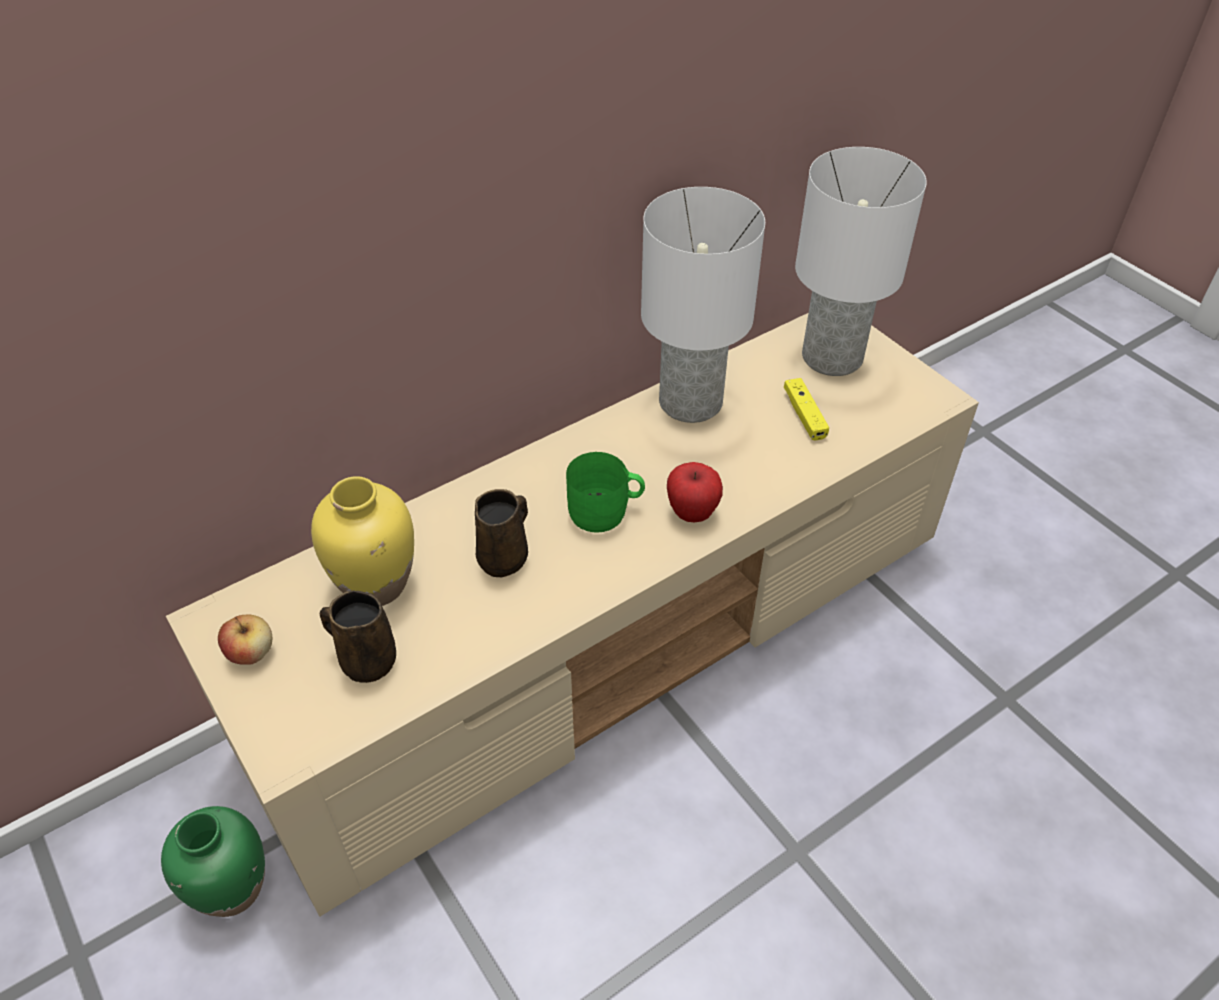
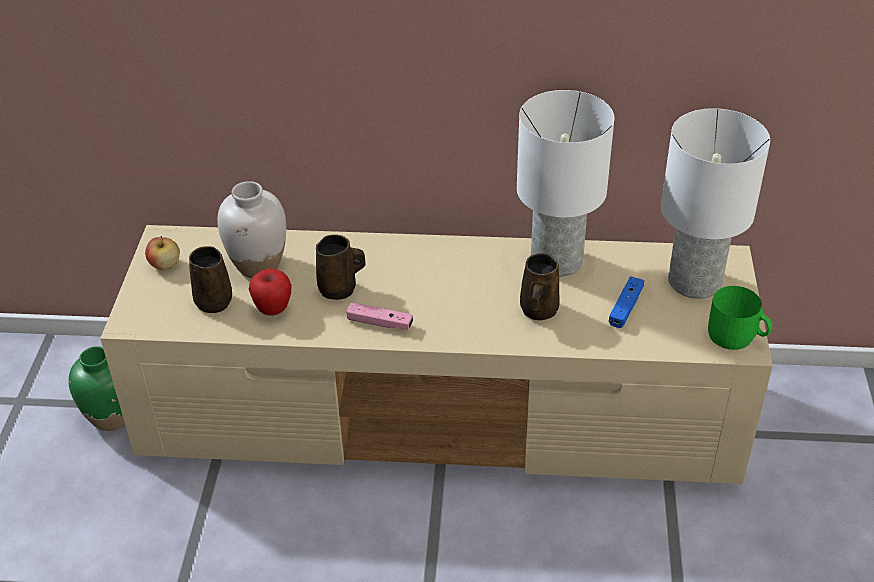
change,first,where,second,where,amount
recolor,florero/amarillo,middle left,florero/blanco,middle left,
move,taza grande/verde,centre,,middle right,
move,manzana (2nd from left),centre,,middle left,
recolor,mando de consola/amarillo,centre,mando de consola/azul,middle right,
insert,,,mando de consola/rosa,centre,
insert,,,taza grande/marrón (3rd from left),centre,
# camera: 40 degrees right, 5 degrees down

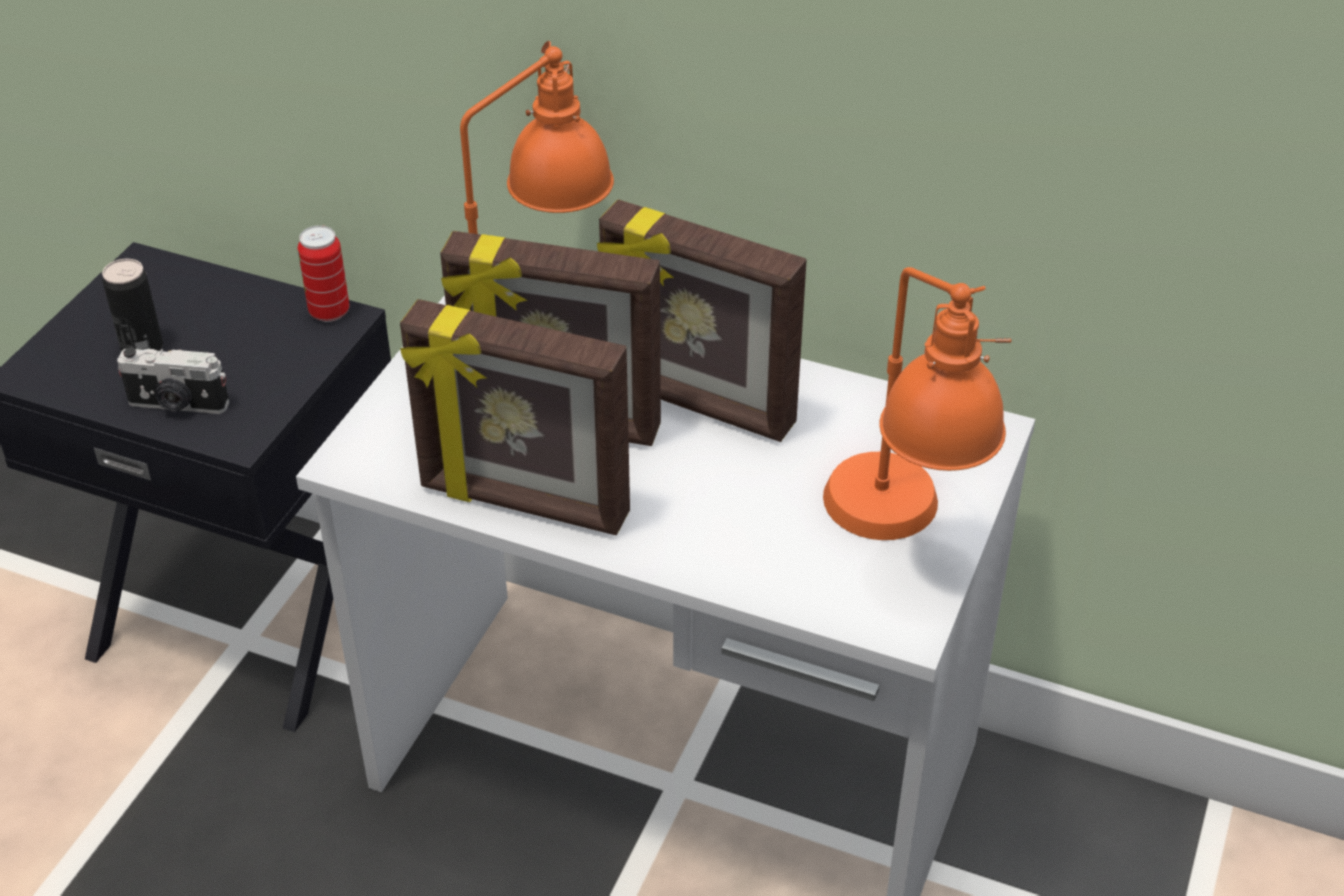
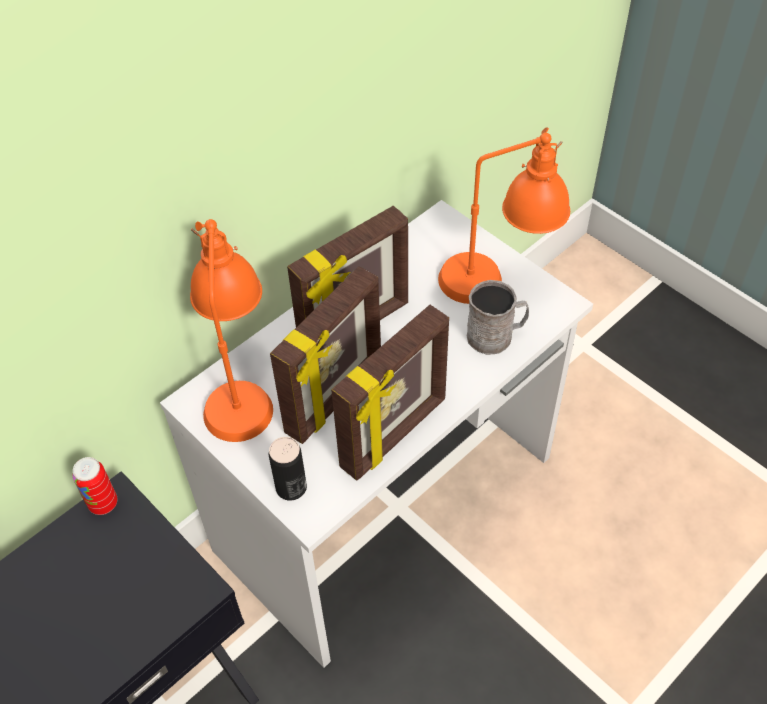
change,first,where,second,where,amount
move,lata (1st from left in the first image),middle left,lata (2nd from left),centre,
delete,cámara,middle left,,,
insert,,,taza grande/gris,centre,
# camera: 65 degrees left, 10 degrees up

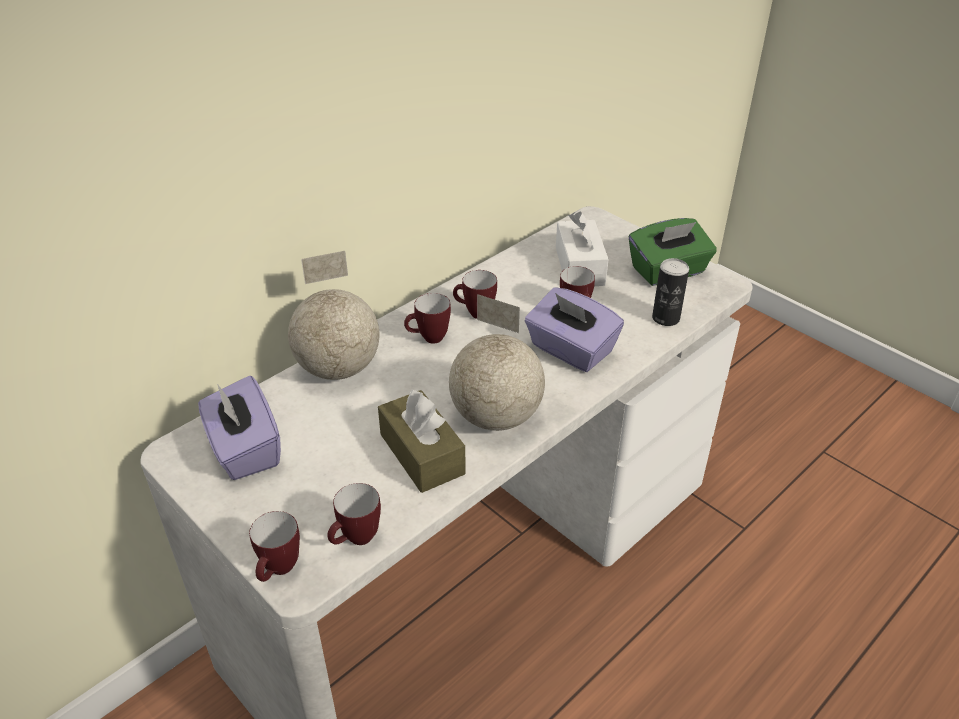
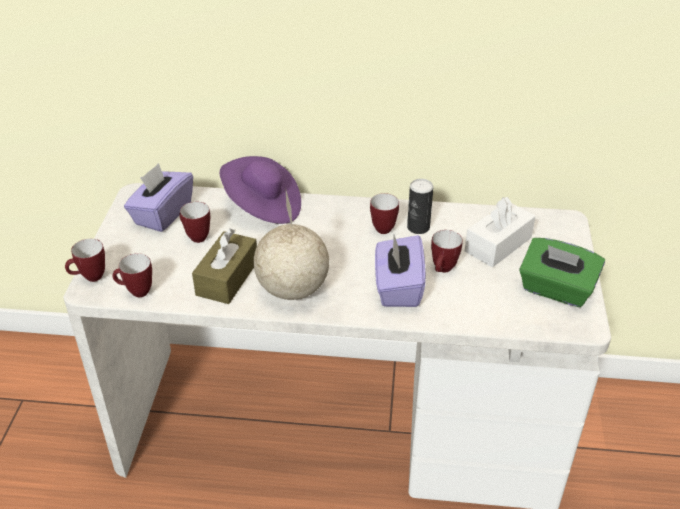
change,first,where,second,where,amount
replace,globo terráqueo (1st from left),centre,sombrero/morado,centre,
move,taza grande (3rd from left),centre,,middle left,
move,lata,middle right,,centre,
# camera: 50 degrees right, 0 degrees up

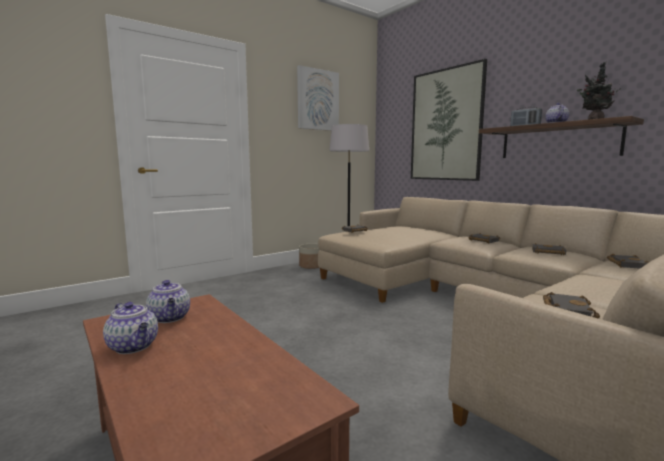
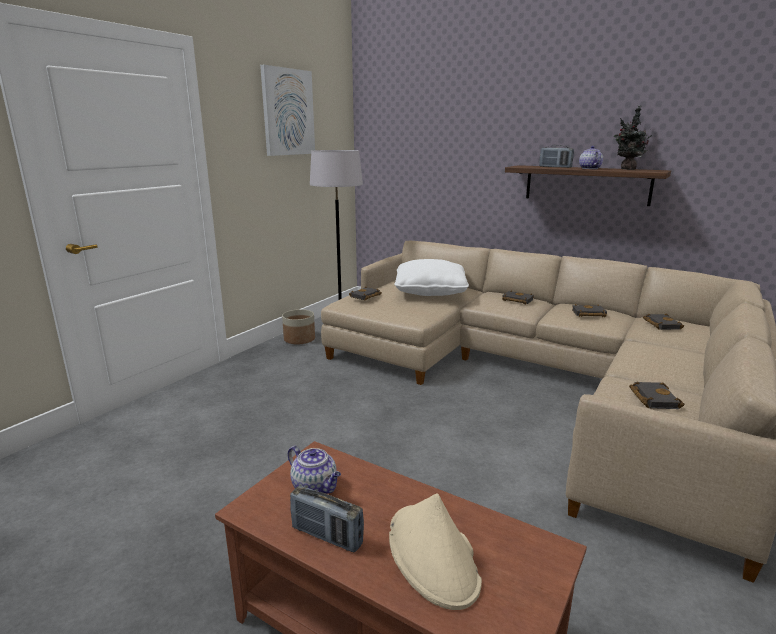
change,first,where,second,where,amount
replace,tetera (1st from left),bottom left,radio (1st from left),bottom centre,
delete,cuadro (2nd from left),top right,,,
insert,,,sombrero/beis,bottom centre,
insert,,,cojín/blanco,centre,
# camera: 20 degrees left, 10 degrees up

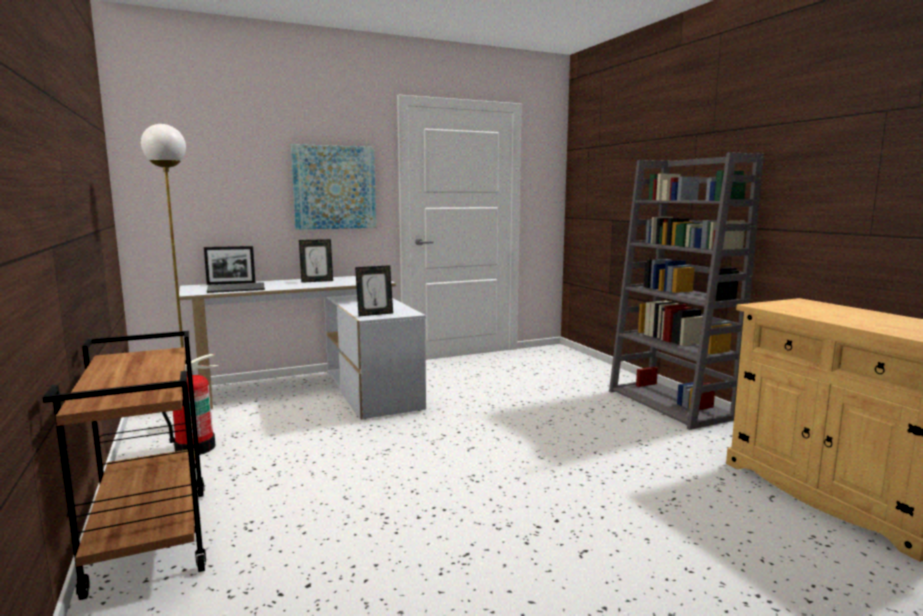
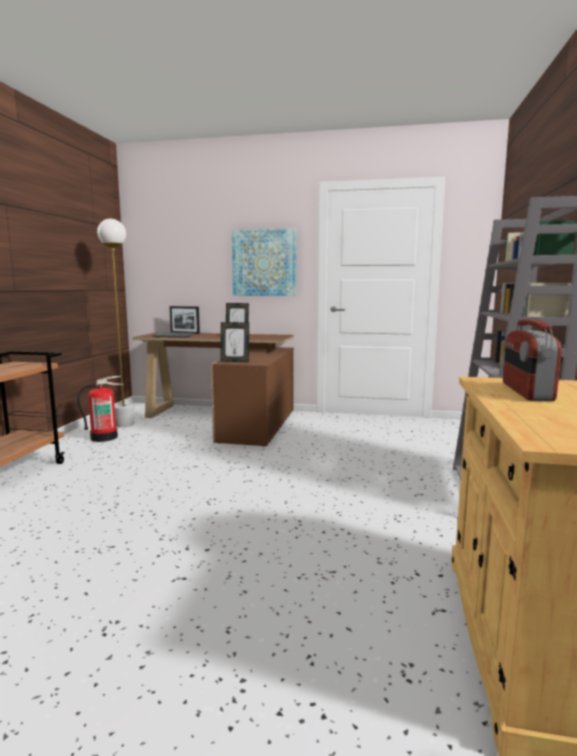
change,first,where,second,where,amount
recolor,escritorio/blanco,middle left,escritorio/marrón,centre,
insert,,,radio,middle right,
# camera: 35 degrees right, 0 degrees up

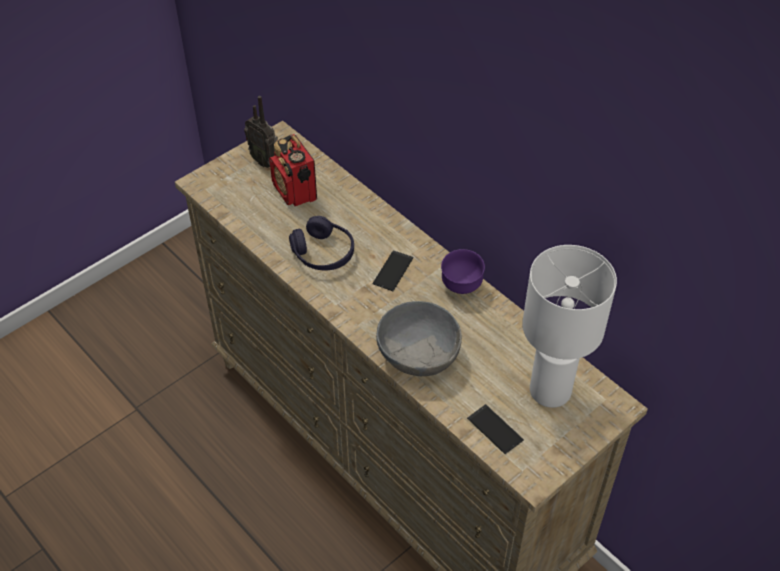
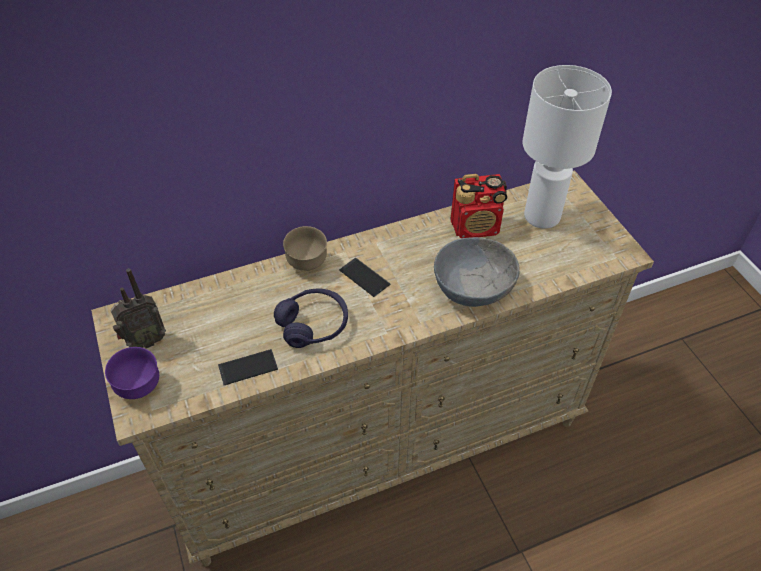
change,first,where,second,where,amount
move,radio (2nd from left),top centre,,centre,
move,cuenco/morado,centre,,middle left,
move,móvil (2nd from left in the first image),bottom centre,móvil (1st from left),middle left,
insert,,,cuenco/marrón,centre,
# camera: 70 degrees left, 0 degrees up

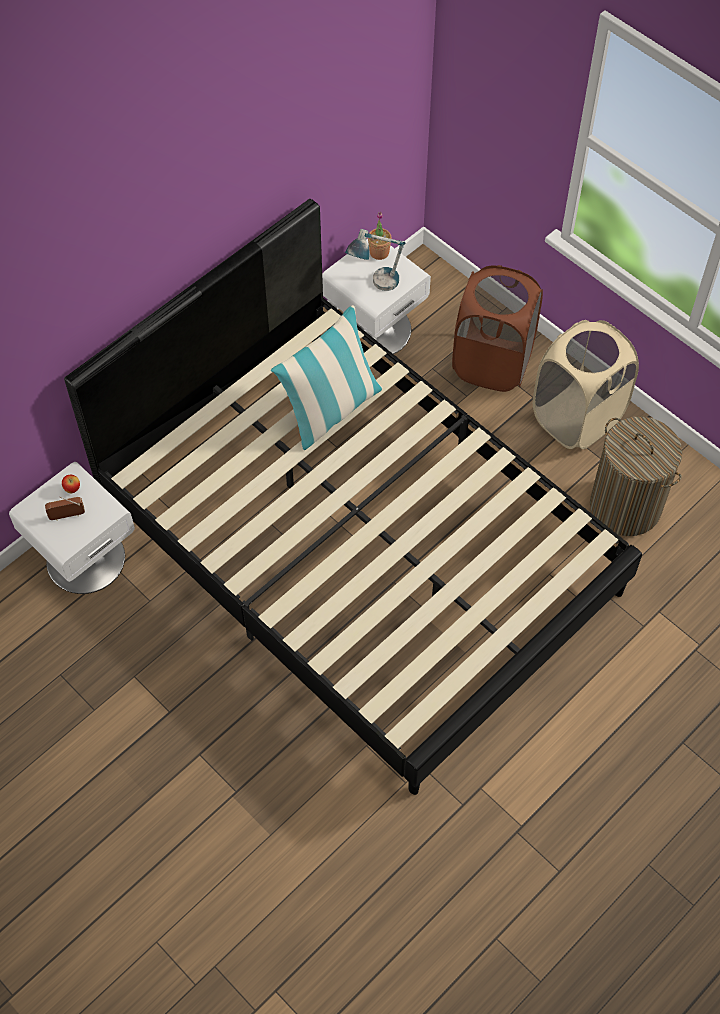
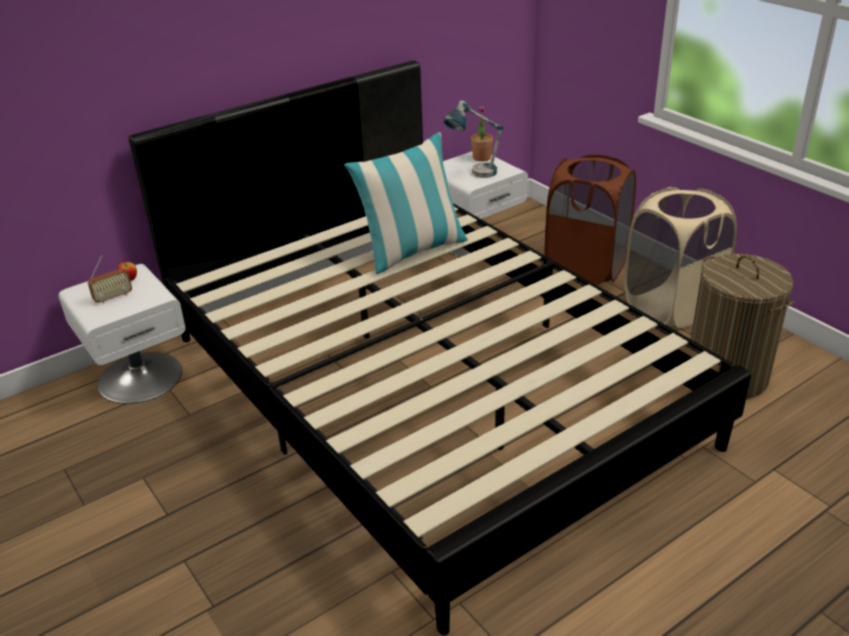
change,first,where,second,where,amount
rotate,radio,middle left,,middle left,150 degrees clockwise
# camera: 10 degrees right, 25 degrees down

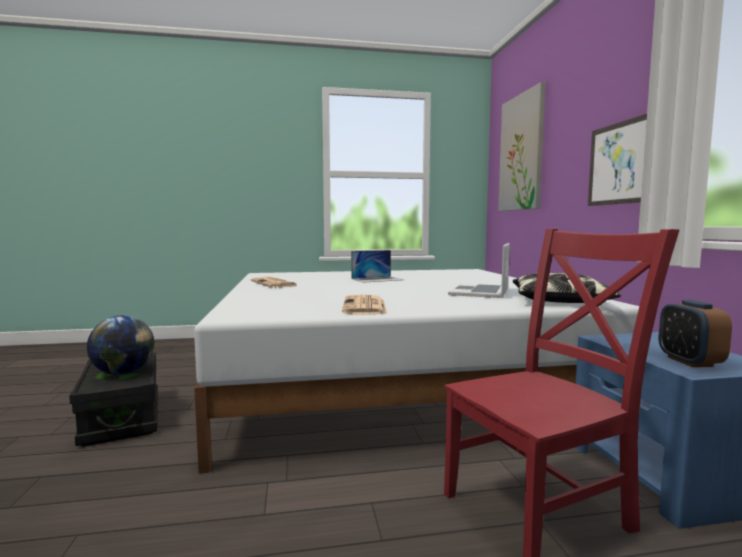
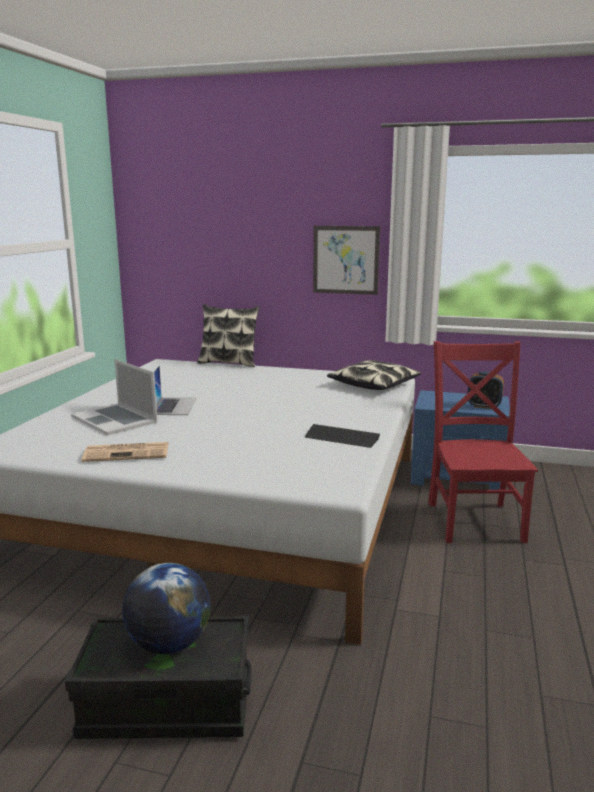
change,first,where,second,where,amount
replace,periódico (2nd from left),centre,teclado,centre,
move,portátil (2nd from left in the first image),centre,portátil (1st from left),middle left,
delete,cuadro (1st from left),top right,,,
insert,,,cojín (1st from left),centre,
# camera: 65 degrees left, 10 degrees up

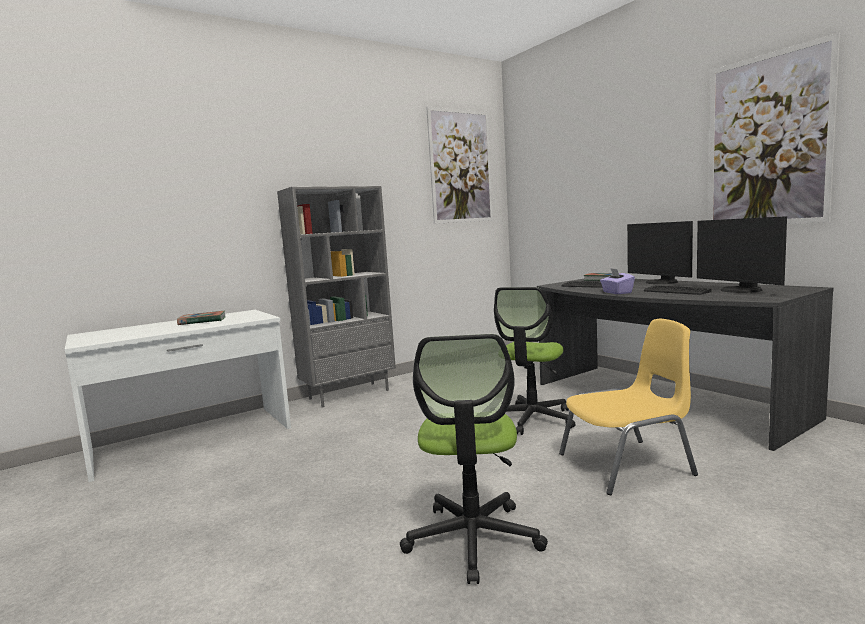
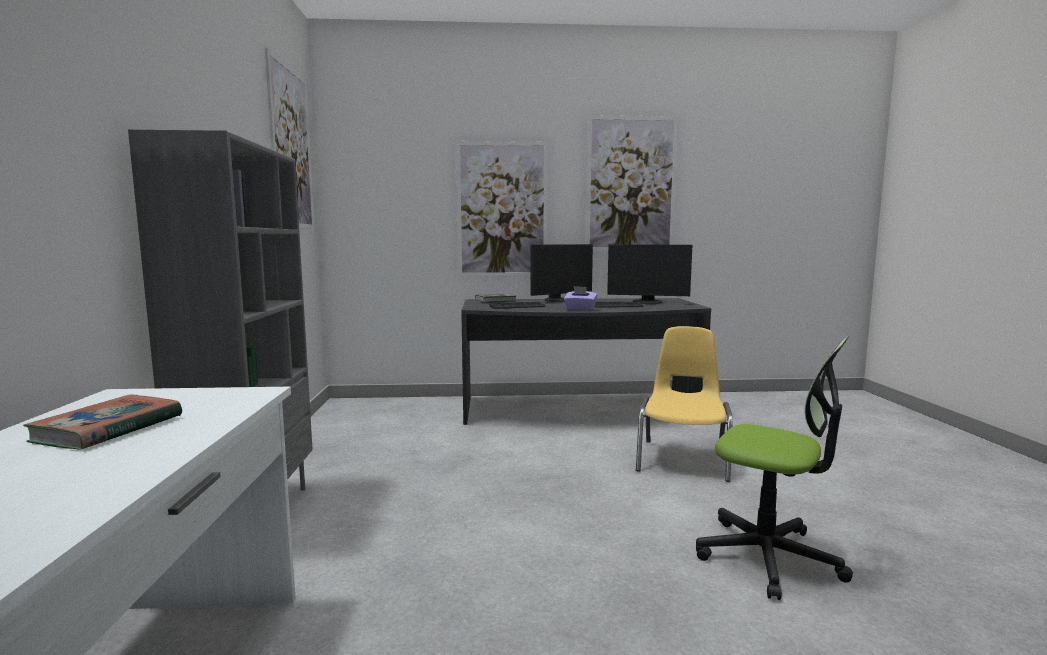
change,first,where,second,where,amount
delete,silla de oficina (2nd from left),centre,,,
rotate,monitor (1st from left),middle right,,centre,45 degrees counterclockwise
insert,,,cuadro (2nd from left),top centre,
# camera: 60 degrees left, 0 degrees up

